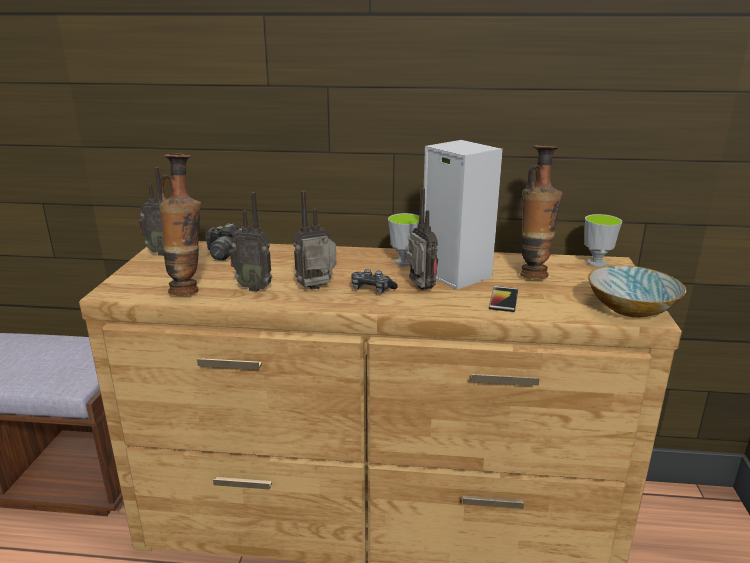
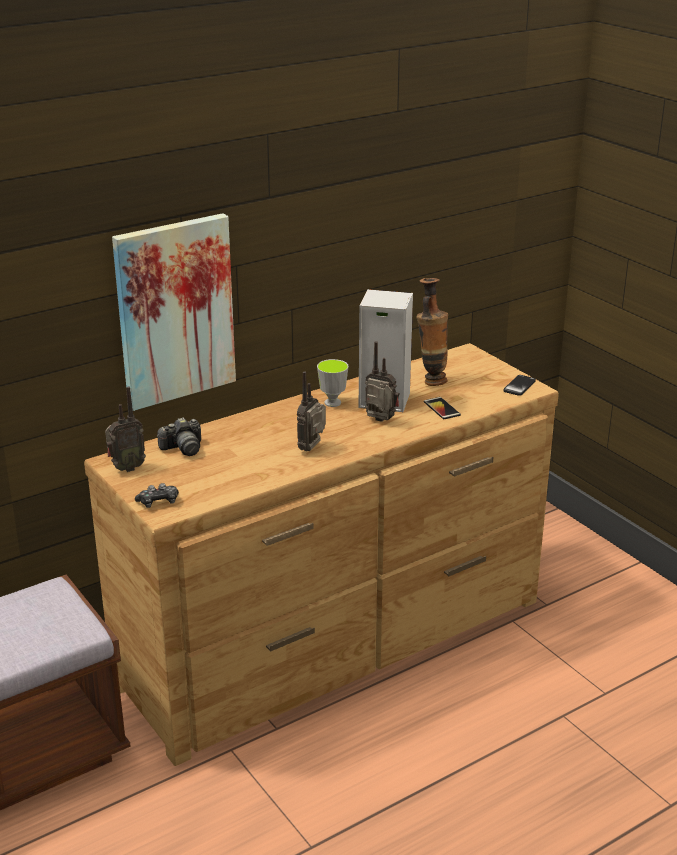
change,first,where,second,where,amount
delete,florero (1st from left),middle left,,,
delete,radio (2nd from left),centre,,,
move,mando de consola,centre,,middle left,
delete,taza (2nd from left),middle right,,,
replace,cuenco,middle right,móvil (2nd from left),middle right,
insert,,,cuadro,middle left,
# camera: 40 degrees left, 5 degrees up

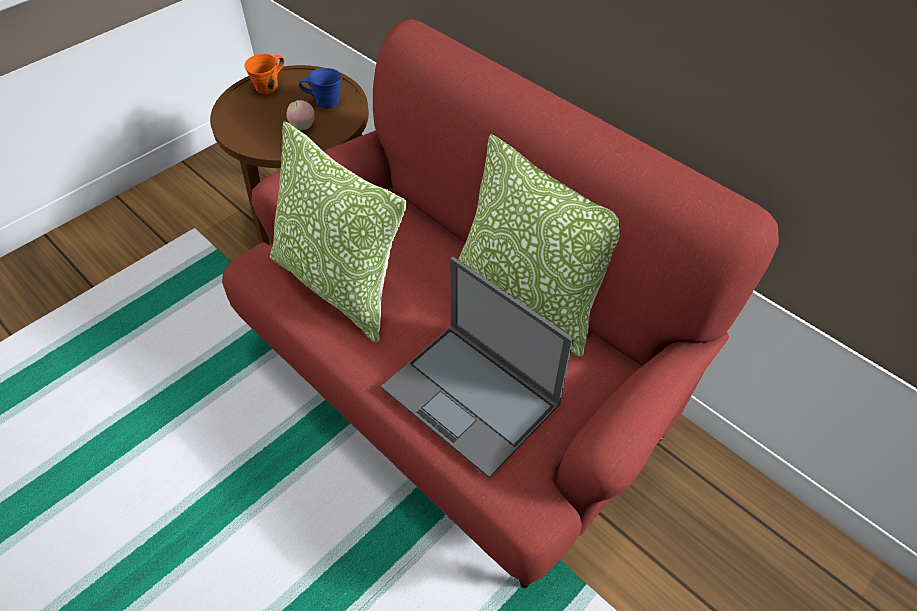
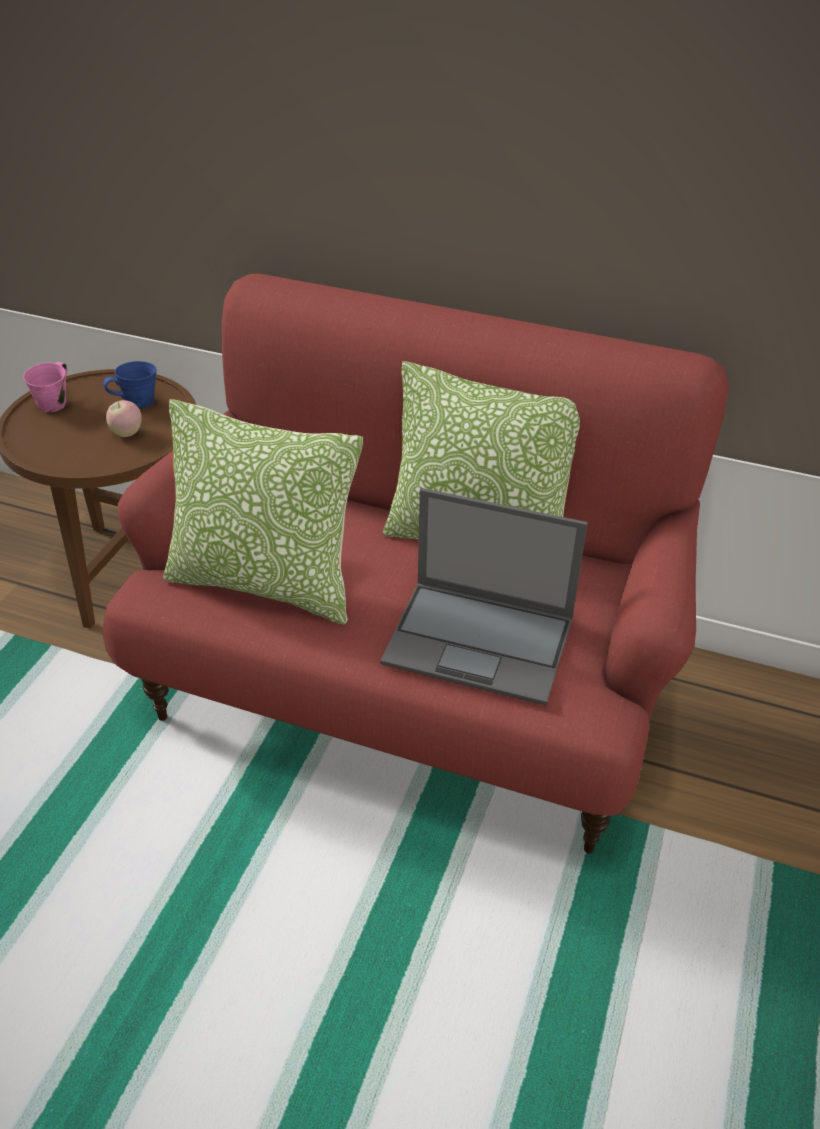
change,first,where,second,where,amount
recolor,taza grande/naranja,top left,taza grande/rosa,middle left,
# camera: 25 degrees left, 10 degrees down

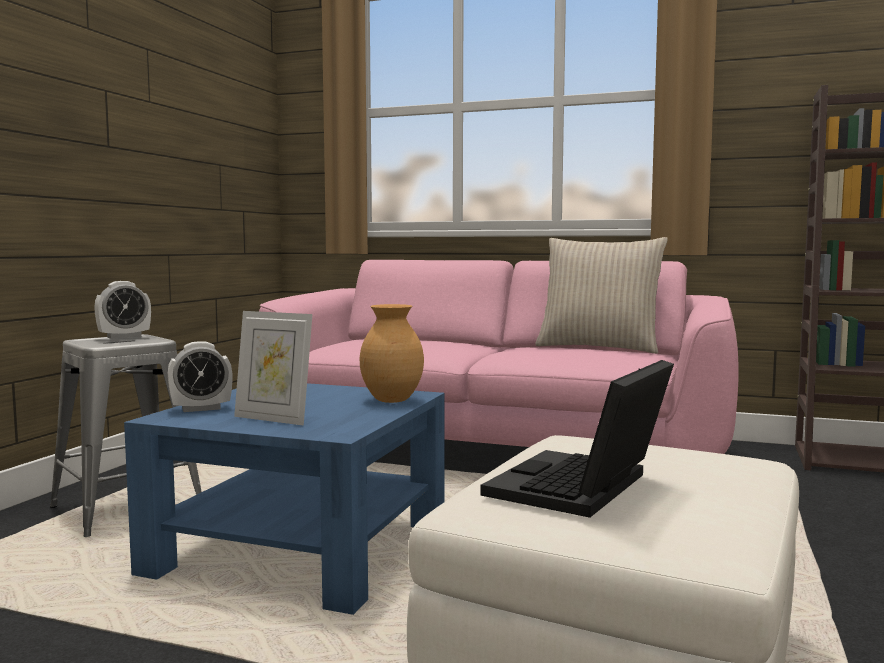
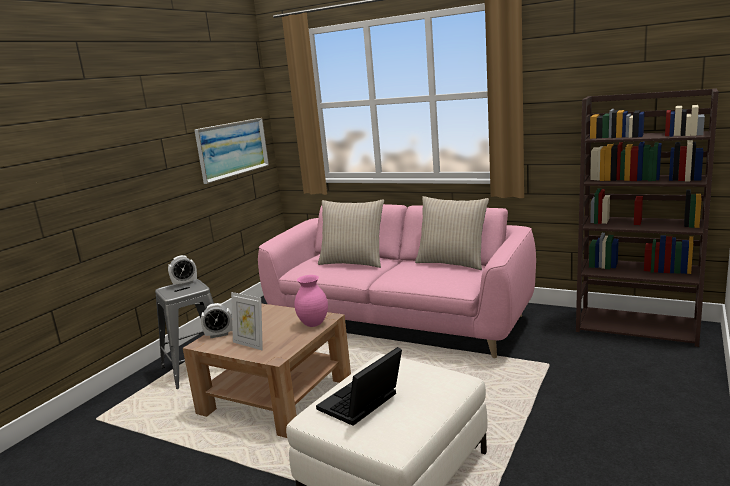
change,first,where,second,where,amount
recolor,mesa de centro/azul,bottom left,mesa de centro/marrón,bottom centre,
recolor,florero/marrón,centre,florero/rosa,centre,
insert,,,cuadro,top left,
insert,,,cojín/beis (1st from left),centre,
# camera: 10 degrees right, 10 degrees up

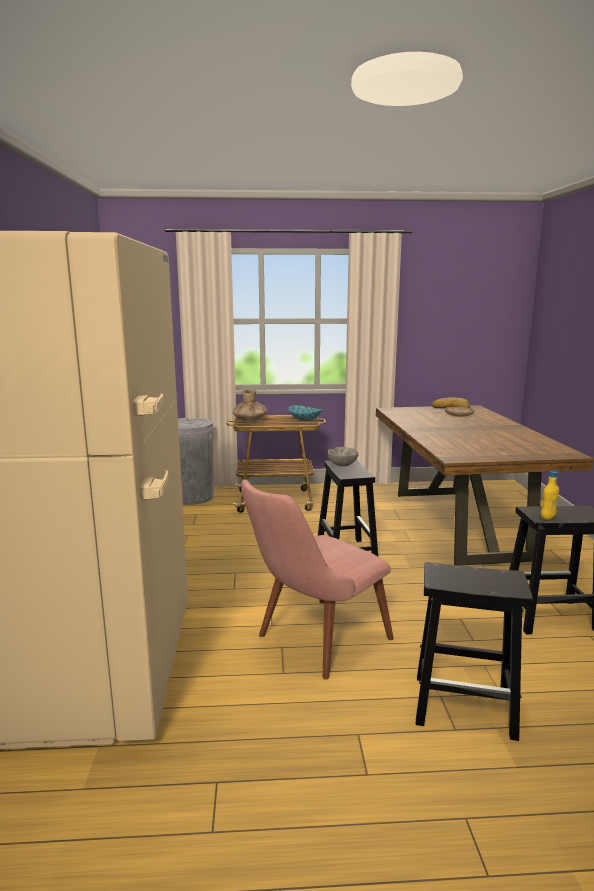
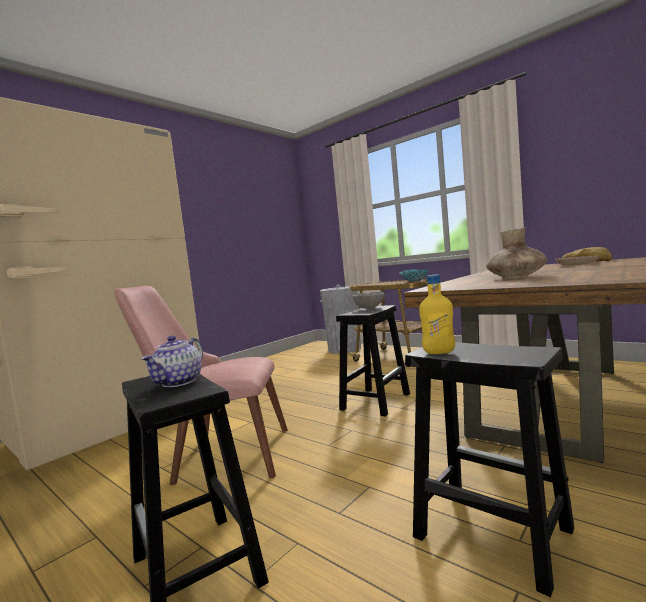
change,first,where,second,where,amount
move,florero/marrón,centre,,middle right,
insert,,,tetera,middle left,
# camera: 45 degrees right, 10 degrees down

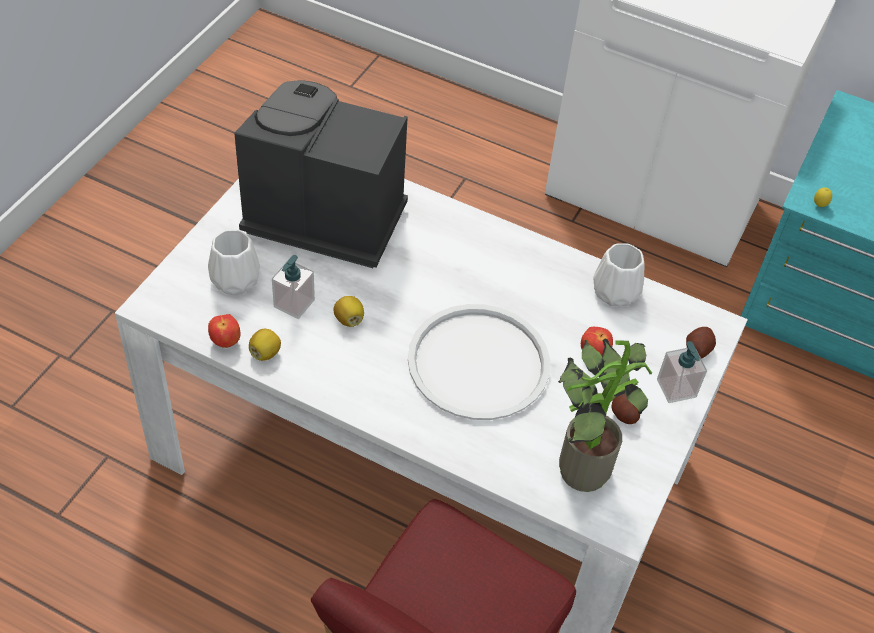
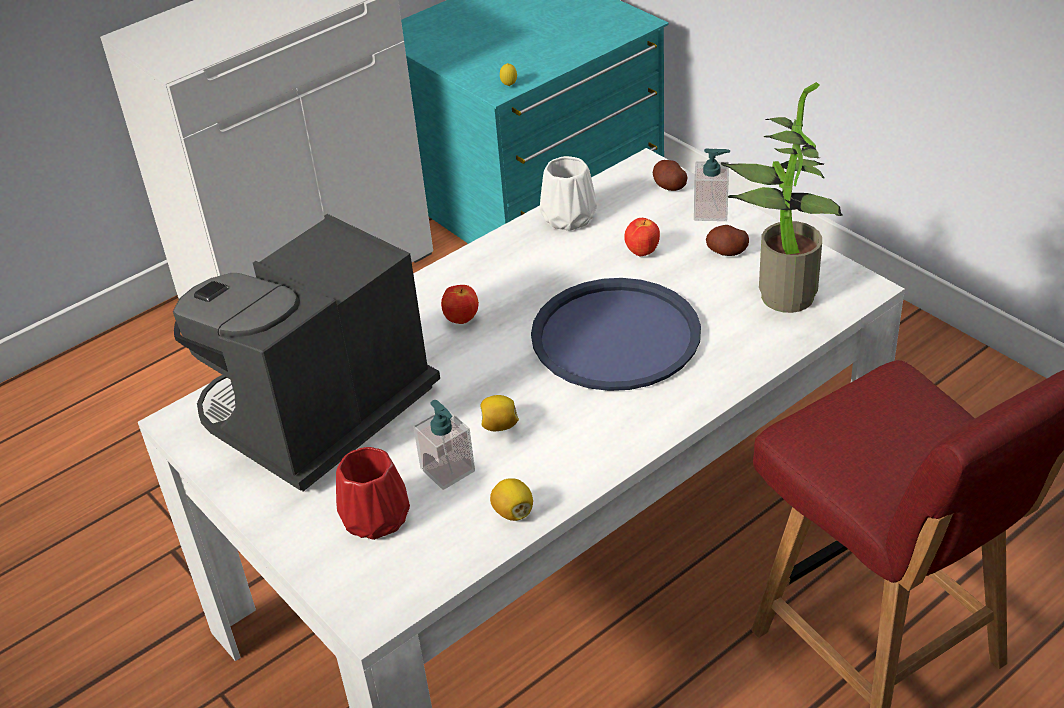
change,first,where,second,where,amount
recolor,florero/blanco (1st from left),middle left,florero/rojo,bottom centre,
move,manzana (1st from left),middle left,,centre,
recolor,bandeja/blanco,centre,bandeja/azul,centre,
# camera: 60 degrees left, 10 degrees down

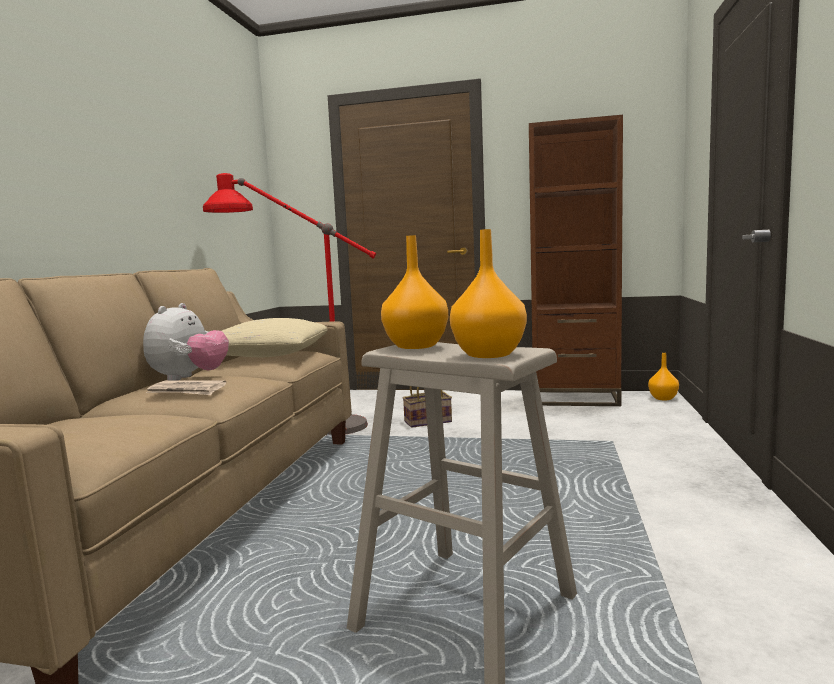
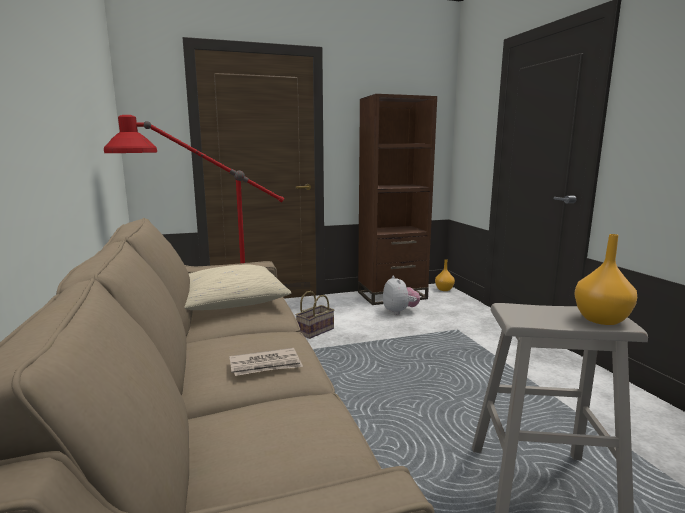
change,first,where,second,where,amount
move,peluche,middle left,,centre,
delete,florero/naranja (1st from left),centre,,,
# camera: 30 degrees left, 5 degrees up

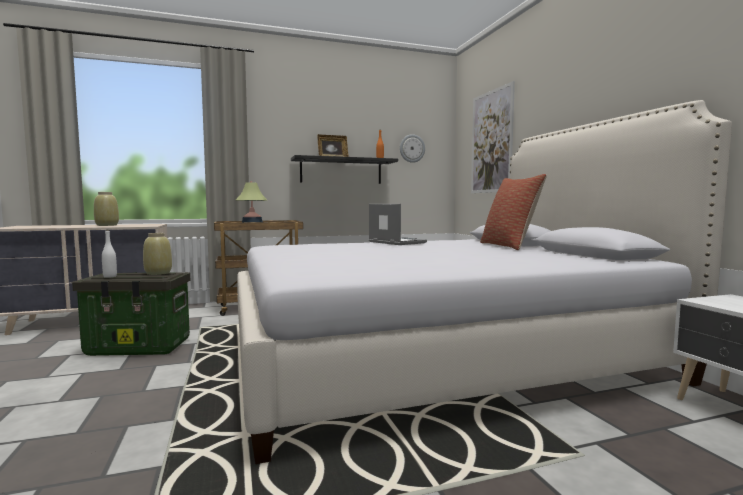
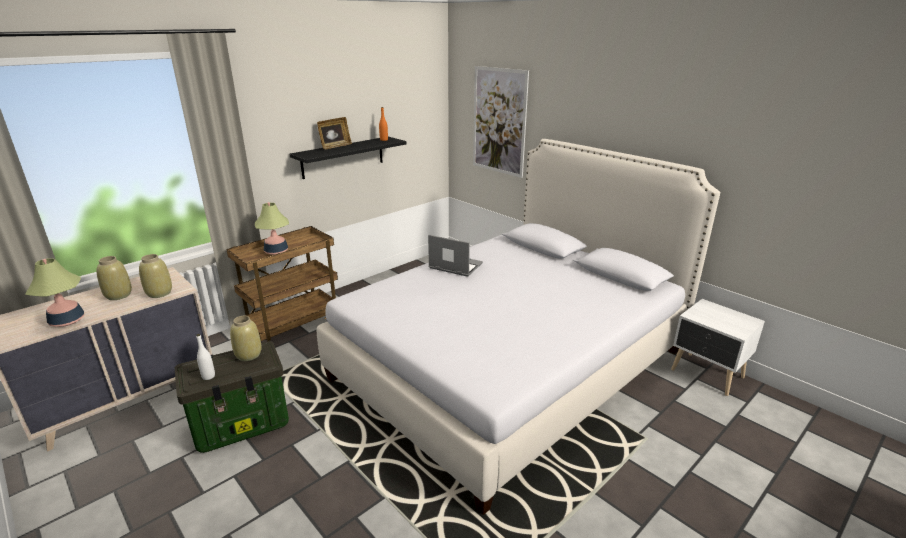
change,first,where,second,where,amount
delete,reloj de pared,top centre,,,
delete,cojín,middle right,,,
insert,,,lámpara de mesa (1st from left),middle left,
insert,,,florero/beis (2nd from left),middle left,
# camera: 25 degrees left, 20 degrees up

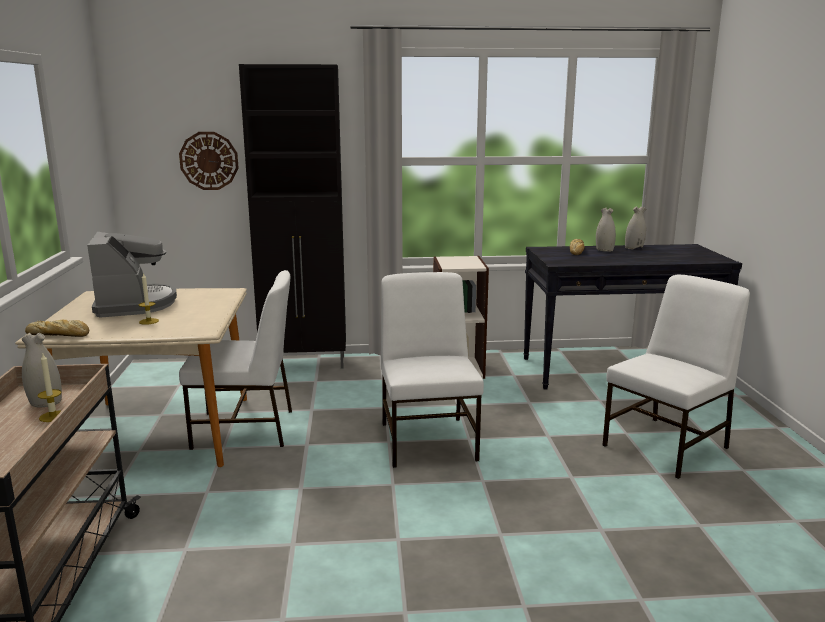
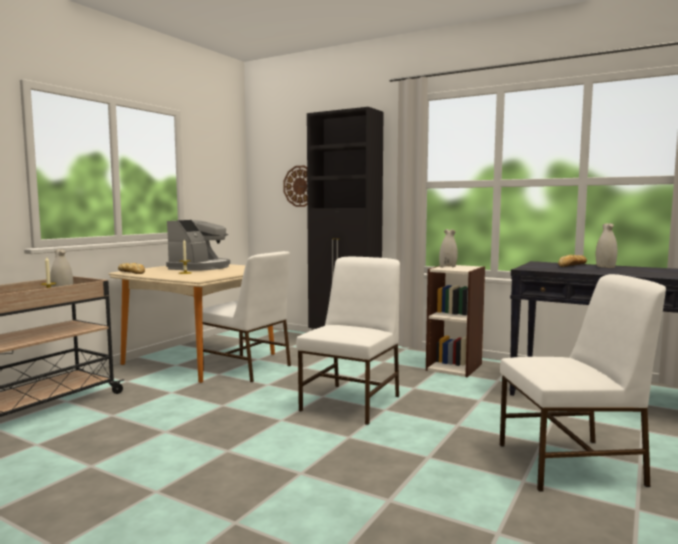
change,first,where,second,where,amount
move,florero/blanco (3rd from left in the first image),middle right,florero/blanco (2nd from left),centre,
# camera: 35 degrees right, 10 degrees down

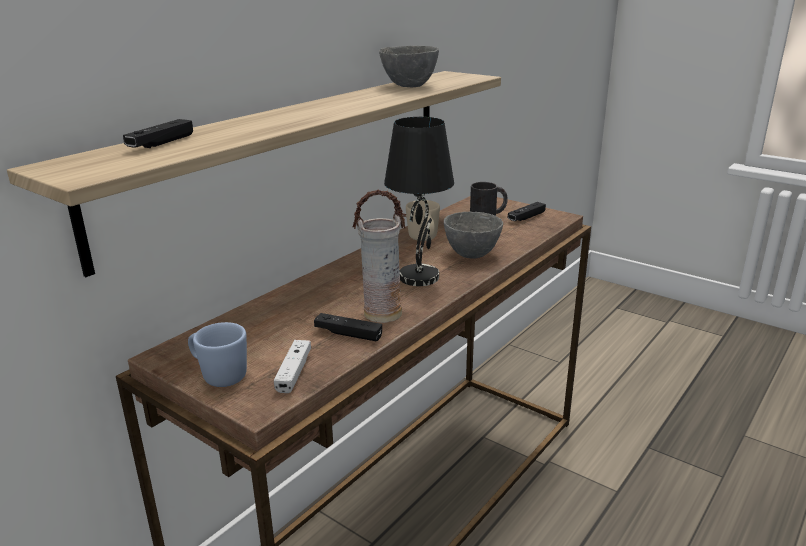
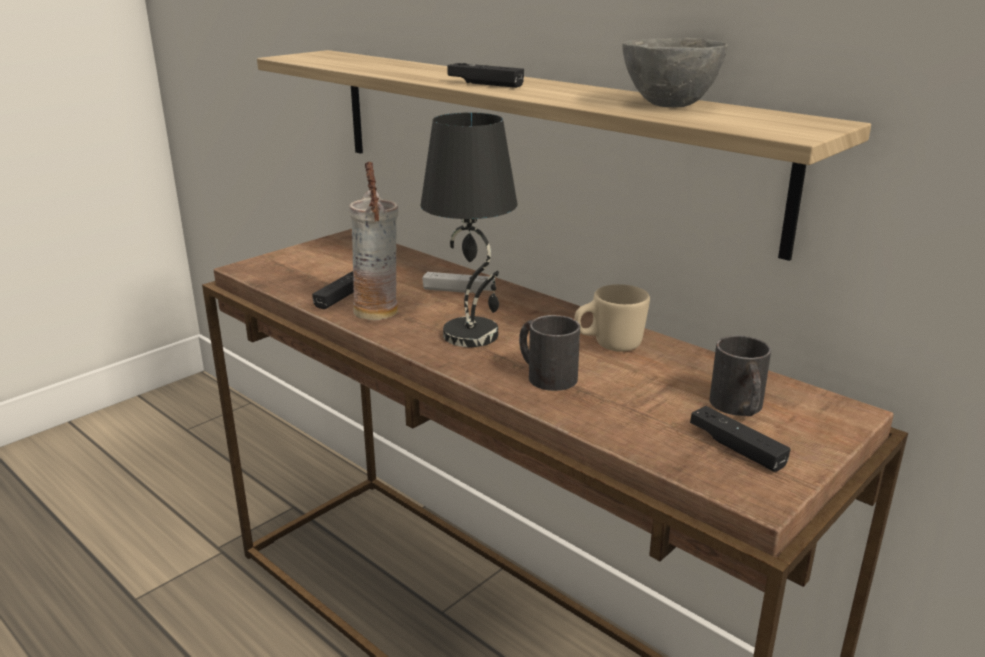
change,first,where,second,where,amount
move,mando de consola/negro (1st from left in the first image),top left,mando de consola/negro (2nd from left),top centre,
delete,taza grande/azul,middle left,,,
move,mando de consola/blanco,bottom centre,,centre,
replace,cuenco/gris (2nd from left),centre,taza grande/negro (1st from left),centre,
# camera: 95 degrees right, 0 degrees up

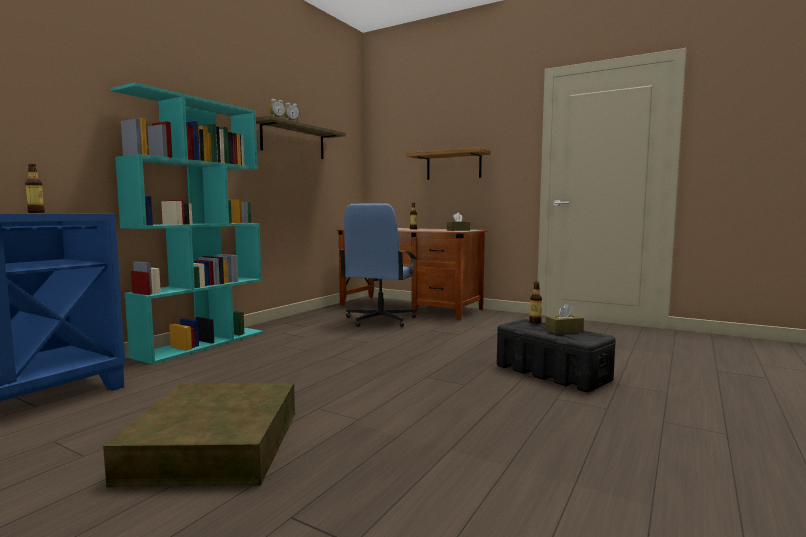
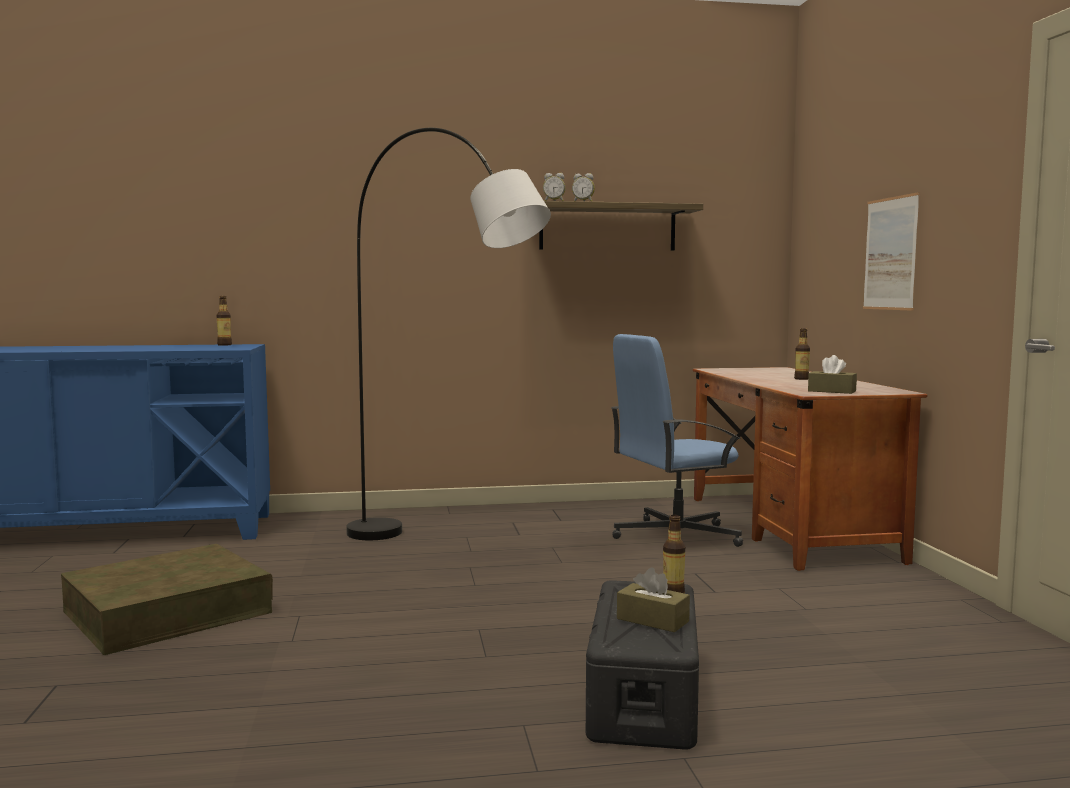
change,first,where,second,where,amount
delete,estantería/turquesa,middle left,,,
replace,estante (2nd from left),top centre,cuadro,top right,
insert,,,lámpara de pie/gris,centre,
# camera: 50 degrees right, 0 degrees up

